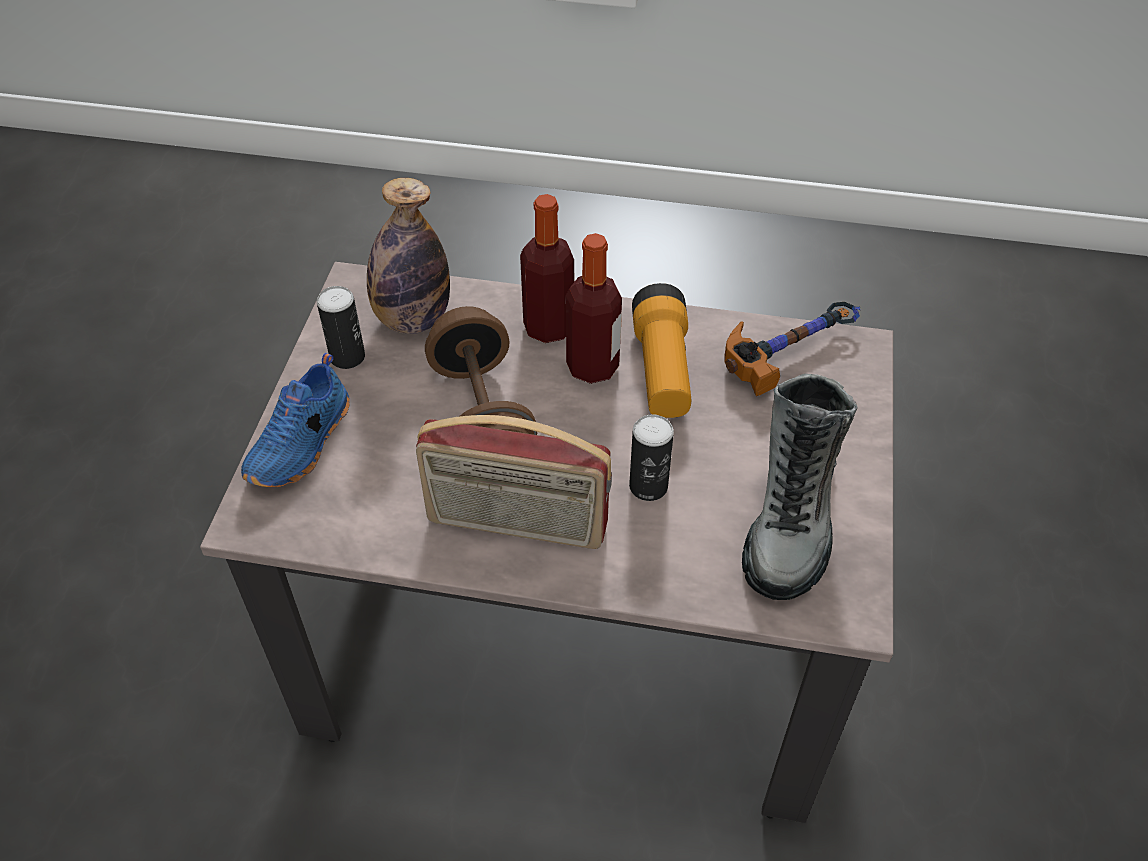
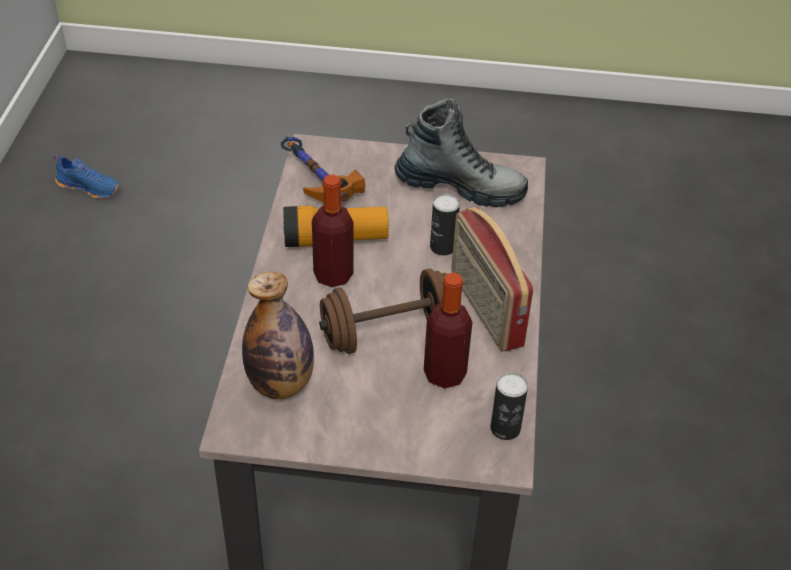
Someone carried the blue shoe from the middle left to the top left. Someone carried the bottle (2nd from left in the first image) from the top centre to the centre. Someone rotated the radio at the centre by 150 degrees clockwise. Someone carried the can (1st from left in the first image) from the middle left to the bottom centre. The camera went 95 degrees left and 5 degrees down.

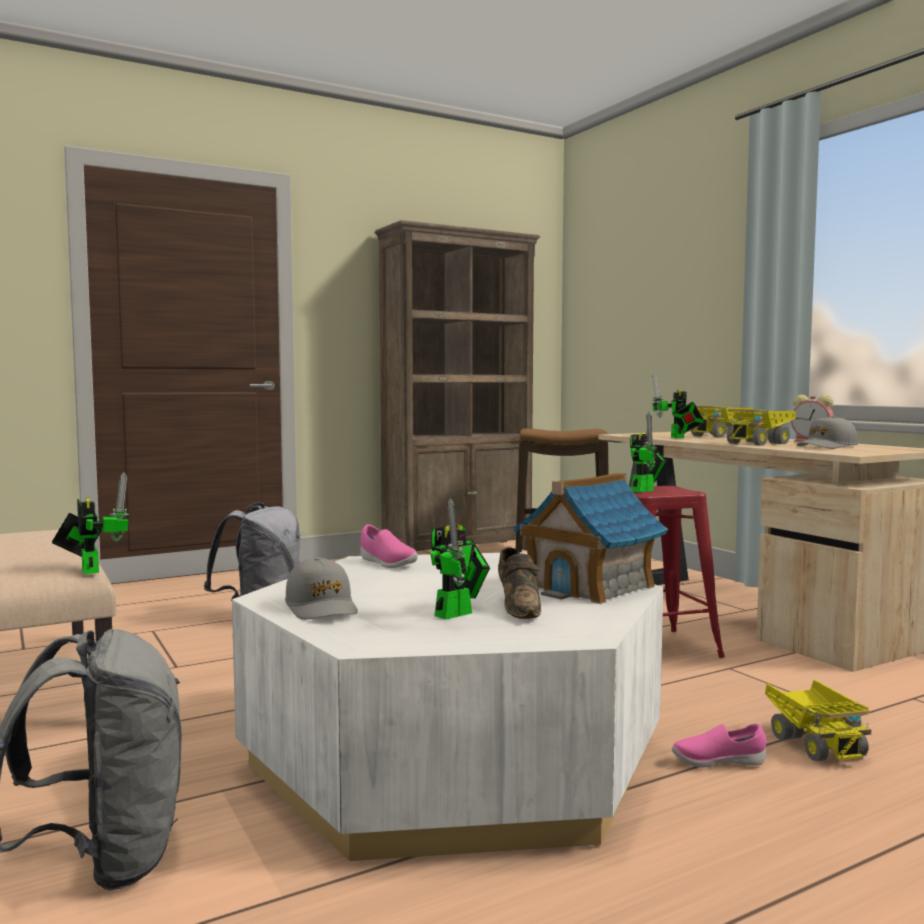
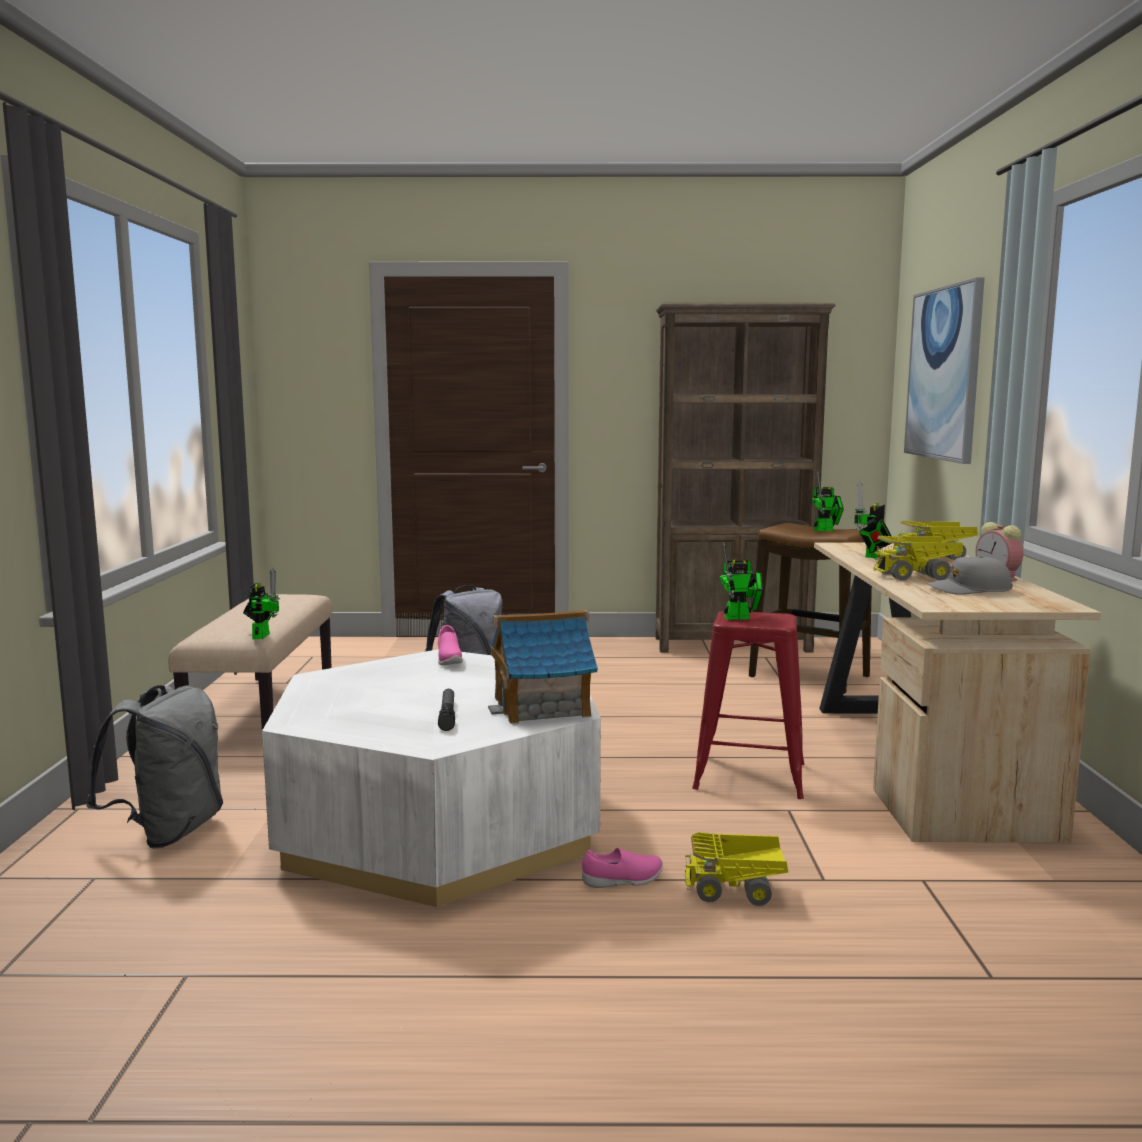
Someone swapped the brown shoe at the centre for the flashlight at the centre. Someone rotated the pink shoe (2nd from left) at the bottom right by 135 degrees clockwise. Someone rotated the toy truck (3rd from left in the first image) at the bottom right by 75 degrees clockwise. Someone carried the toy robot (2nd from left in the first image) from the centre to the middle right. Someone put up the picture at the top right. Someone took away the grey cap (1st from left) at the centre. The camera went 30 degrees right and 5 degrees up.

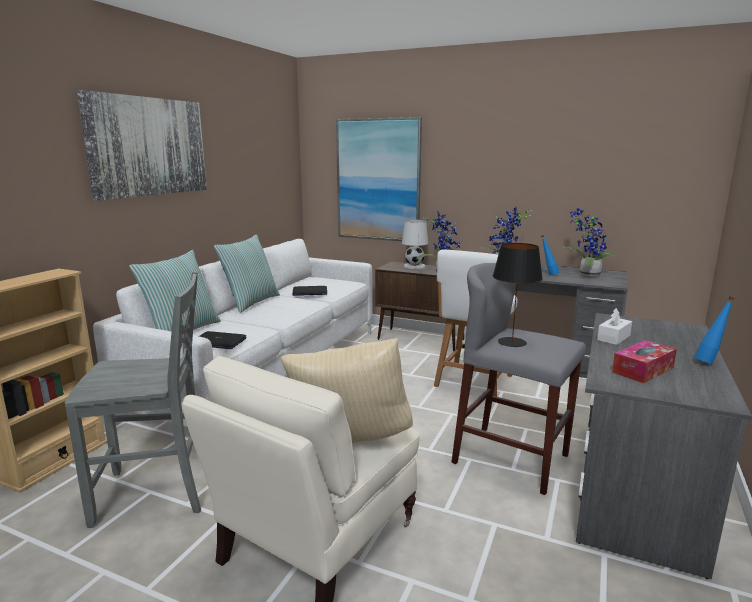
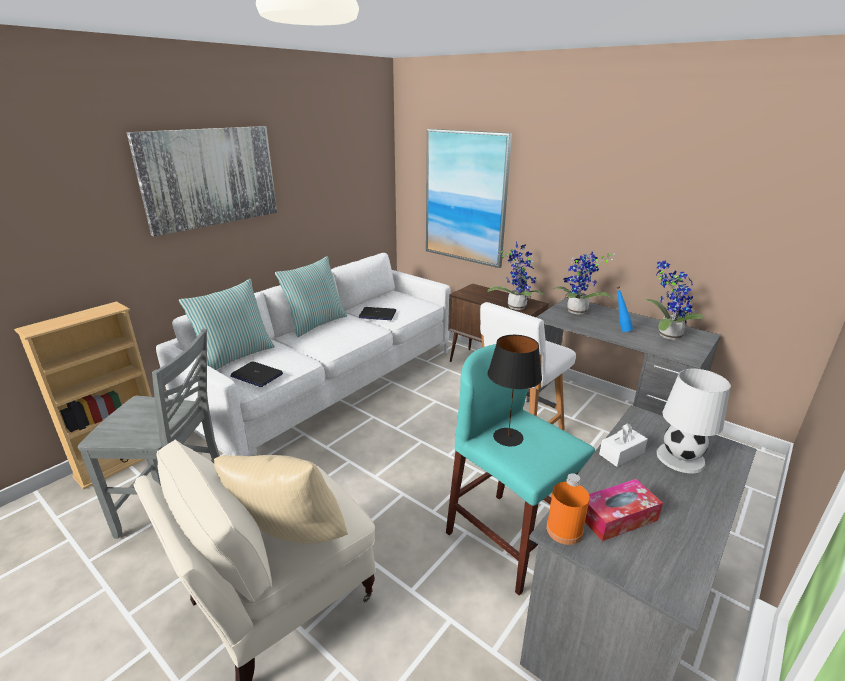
Someone repainted the grey stool at the middle right, which became the turquoise stool at the bottom centre. Someone put down the orange bottle at the bottom right. Someone carried the white table lamp from the centre to the middle right. Someone took away the blue bottle (2nd from left) at the middle right. The camera went 15 degrees right and 10 degrees up.

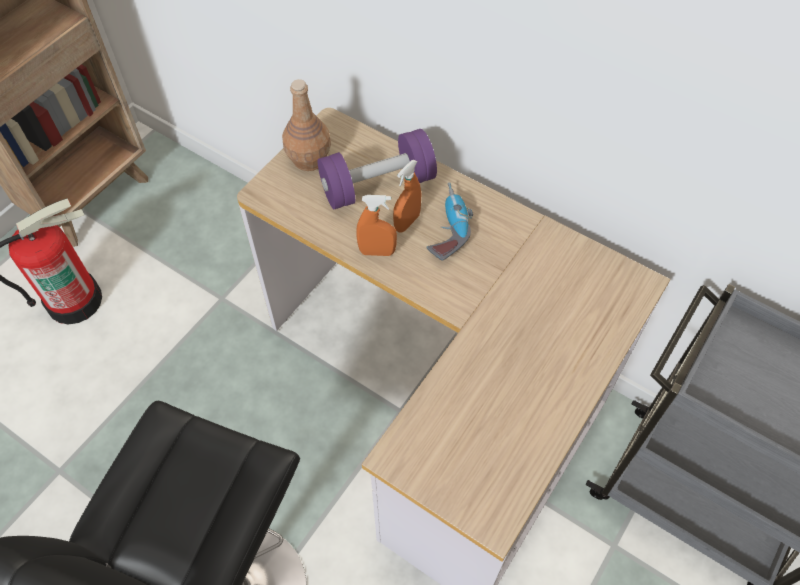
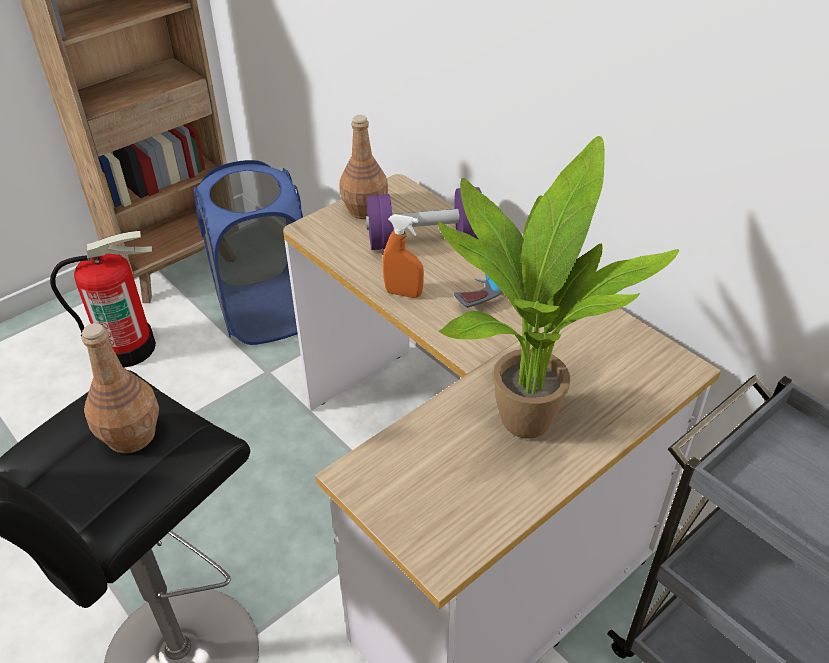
Someone put down the brown bottle (1st from left) at the middle left. Someone put down the blue laundry basket at the middle left. Someone put down the potted plant at the middle right. Someone took away the orange spray bottle (2nd from left) at the centre. The camera went 15 degrees right and 15 degrees down.

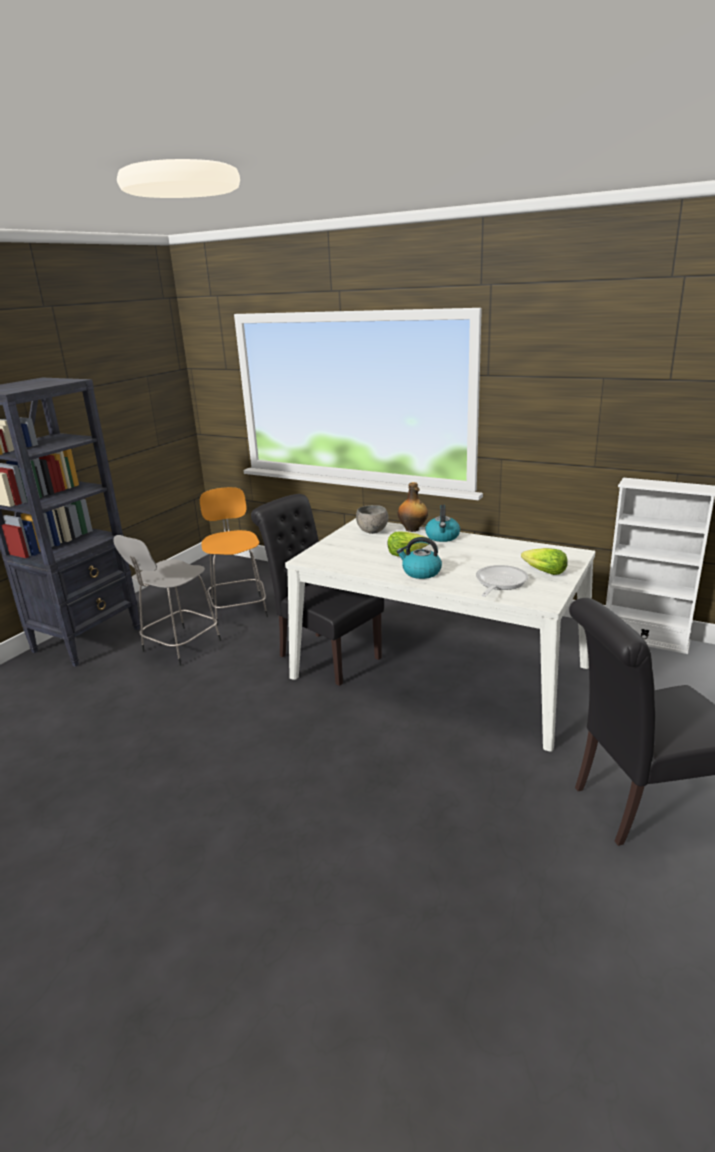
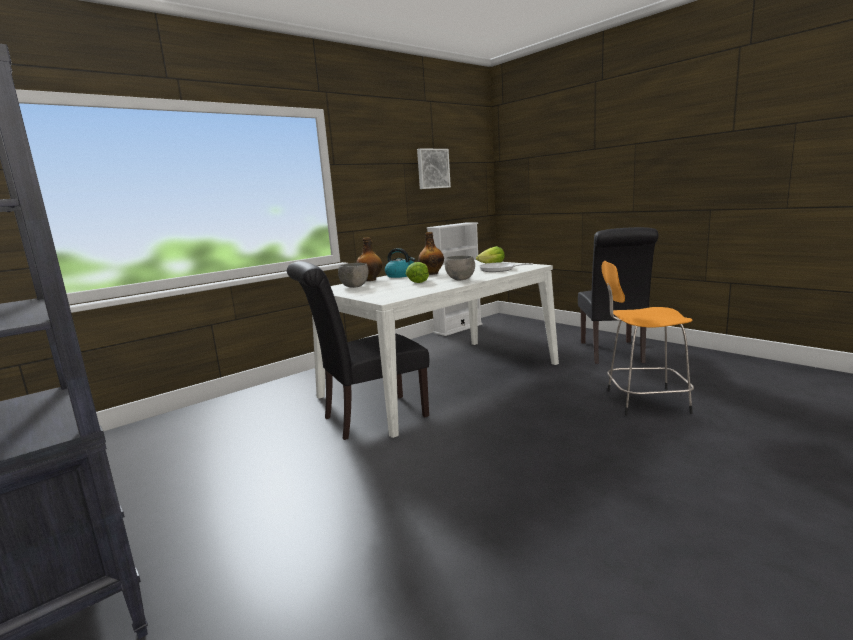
Someone put up the picture at the top centre. Someone put down the bottle (2nd from left) at the centre. Someone swapped the kettle (1st from left) at the centre for the grey bowl (2nd from left) at the centre. Someone carried the orange stool from the middle left to the middle right. Someone took away the grey stool at the middle left. The camera went 70 degrees left and 10 degrees down.

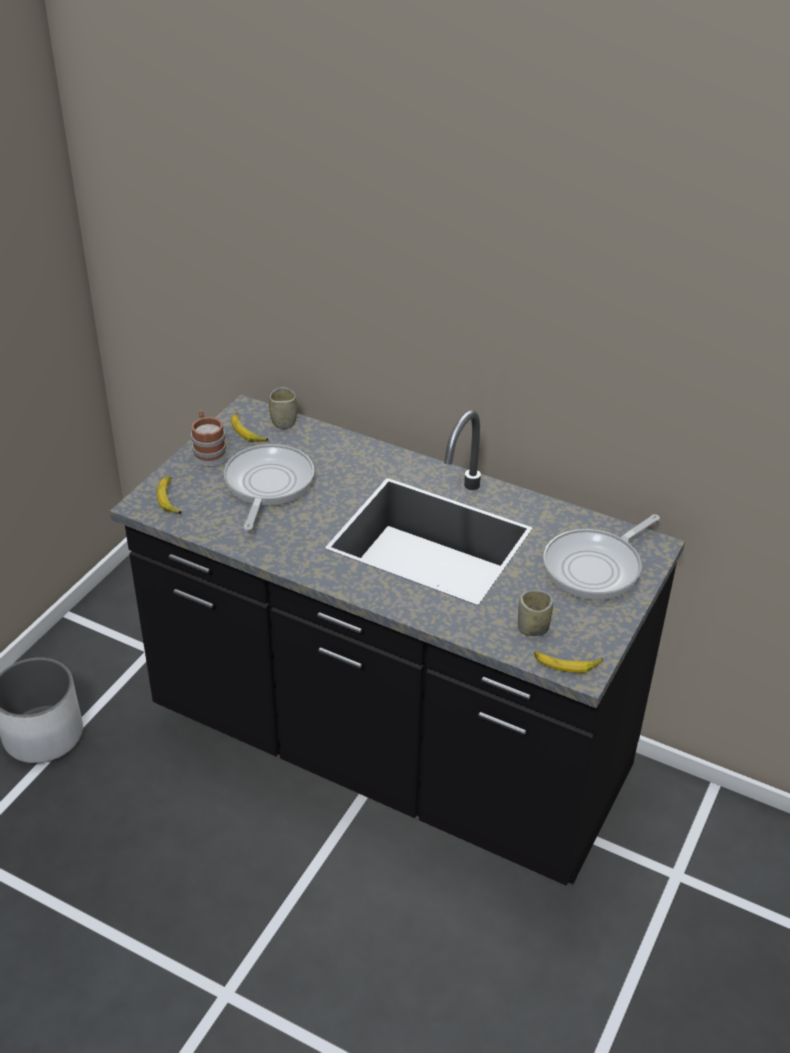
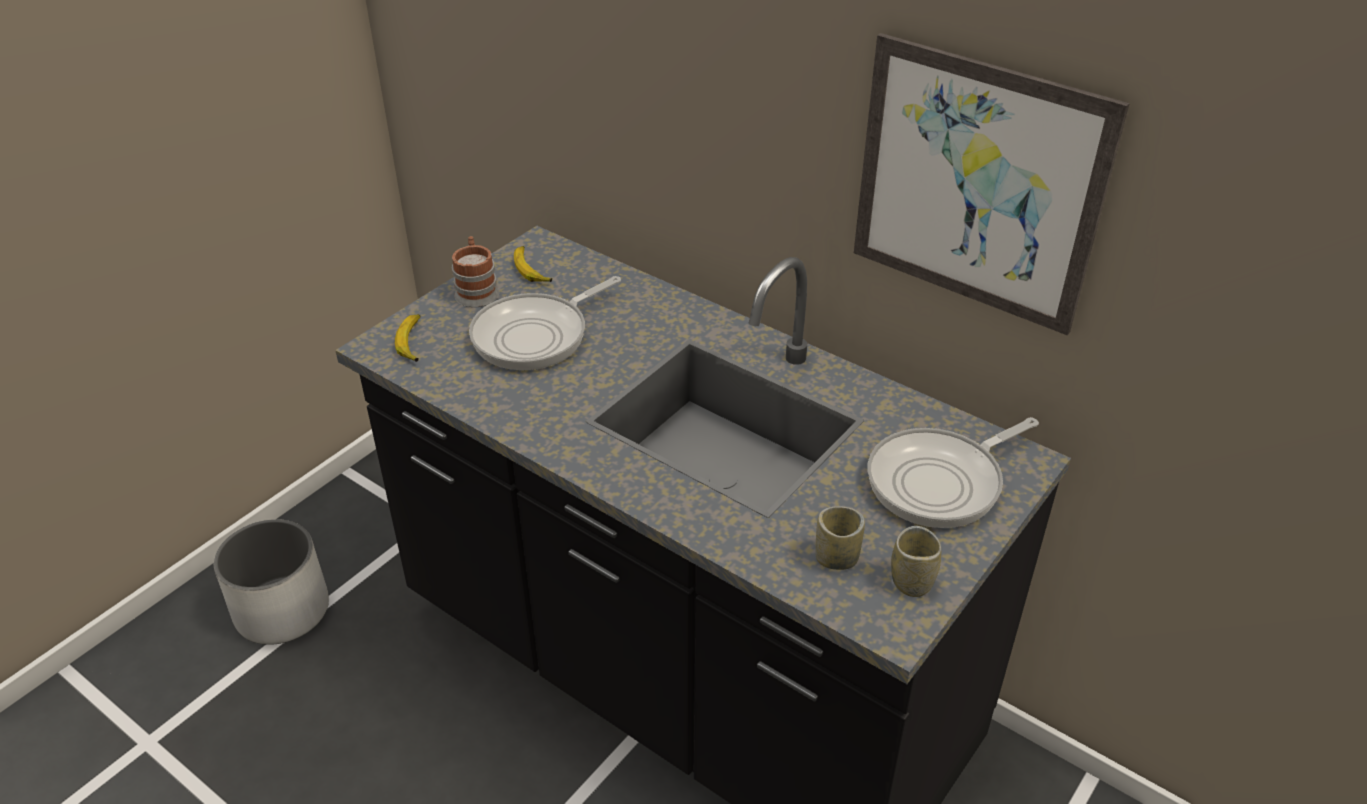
Someone rotated the frying pan (1st from left) at the centre by 150 degrees counterclockwise. Someone put up the picture at the top right. Someone carried the cup (1st from left in the first image) from the centre to the bottom right. Someone took away the banana (3rd from left) at the middle right. The camera went 10 degrees right and 0 degrees up.

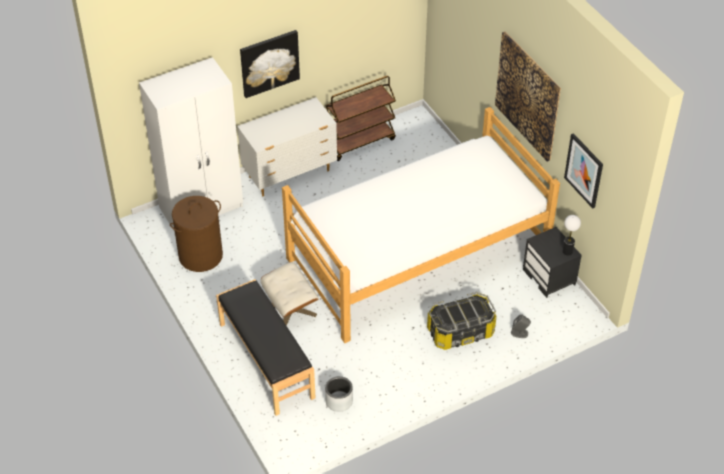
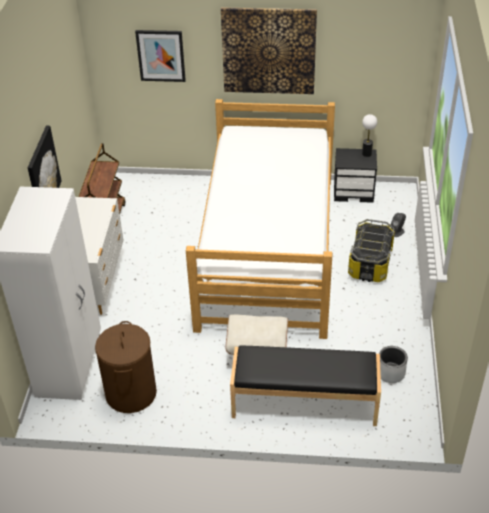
Someone carried the picture (3rd from left in the first image) from the middle right to the top left. The camera went 55 degrees left and 5 degrees down.

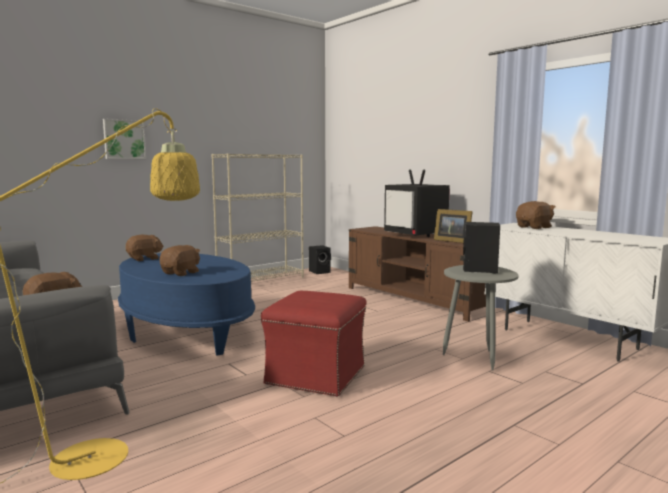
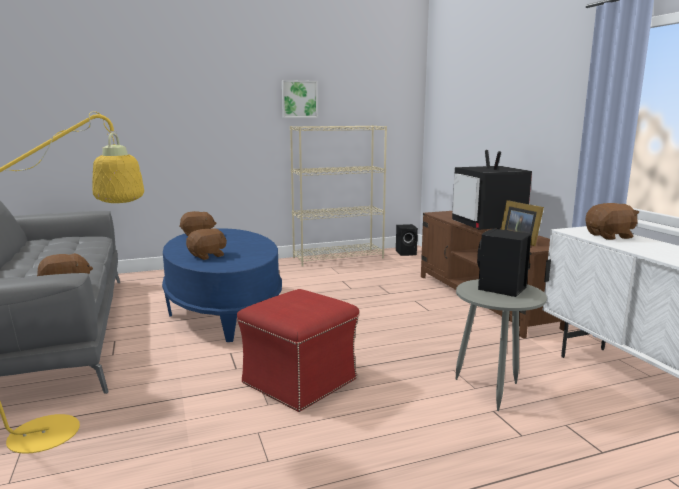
Someone carried the picture from the top left to the top centre. The camera went 20 degrees right and 5 degrees up.

